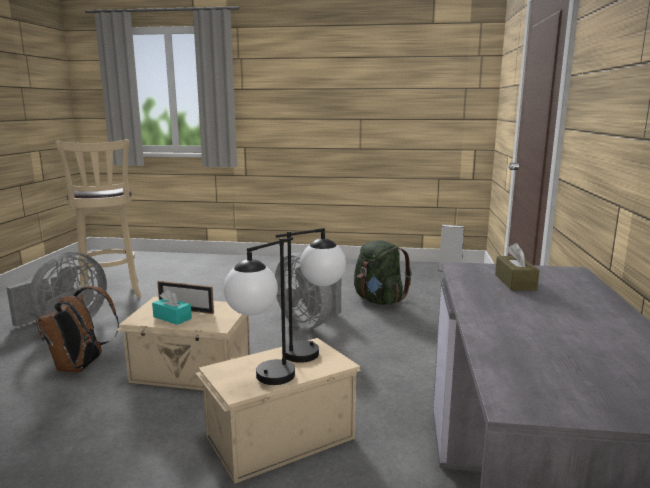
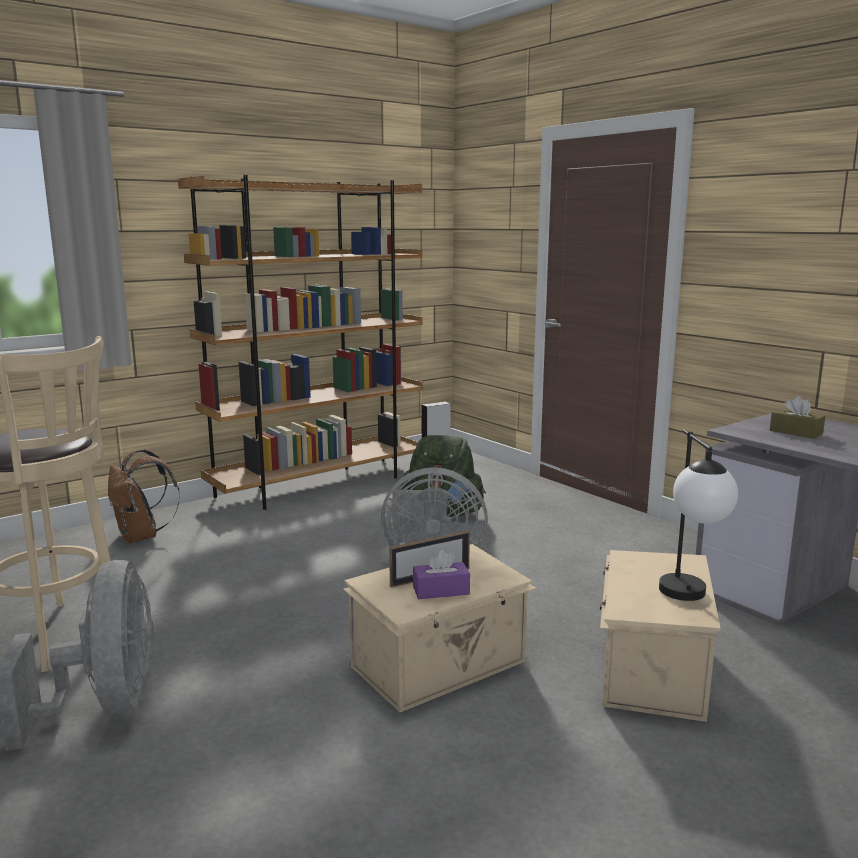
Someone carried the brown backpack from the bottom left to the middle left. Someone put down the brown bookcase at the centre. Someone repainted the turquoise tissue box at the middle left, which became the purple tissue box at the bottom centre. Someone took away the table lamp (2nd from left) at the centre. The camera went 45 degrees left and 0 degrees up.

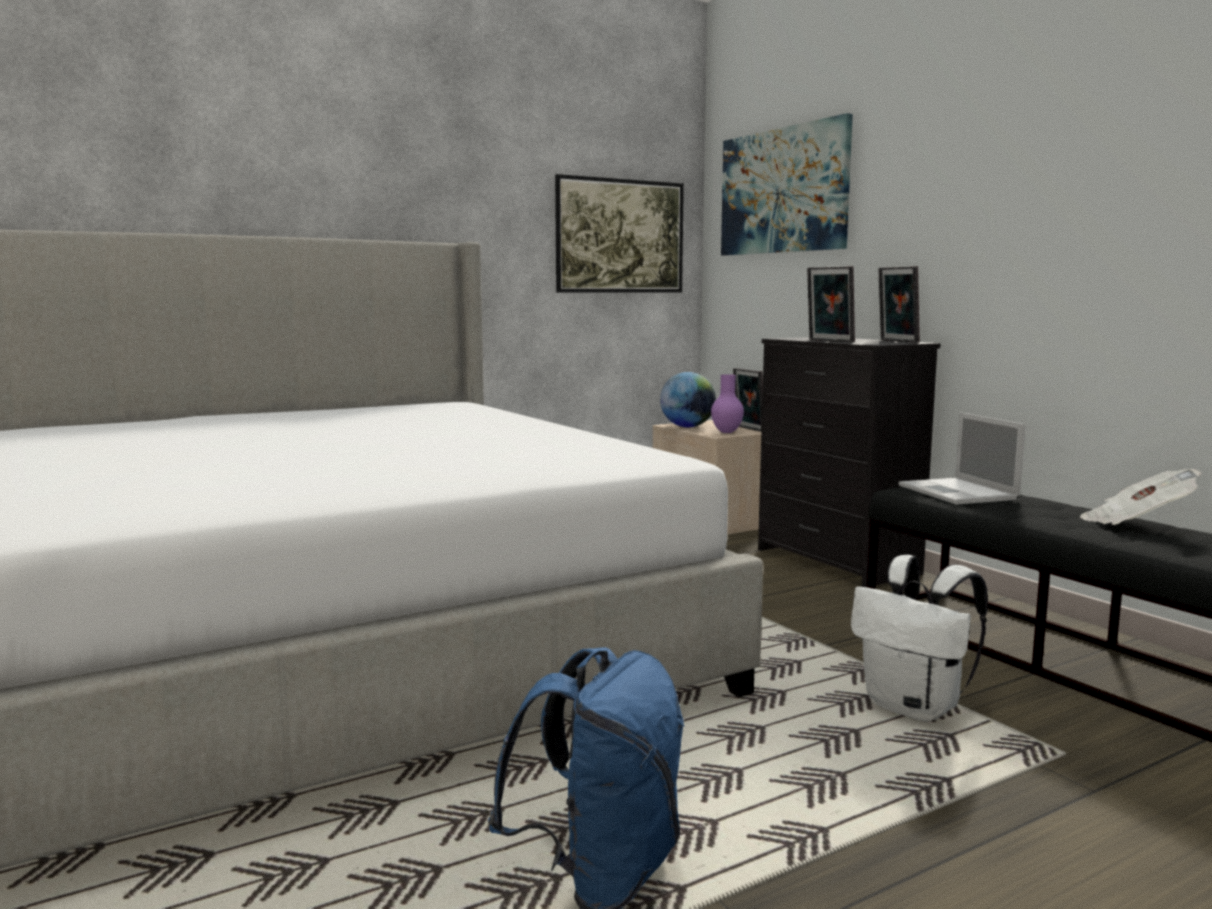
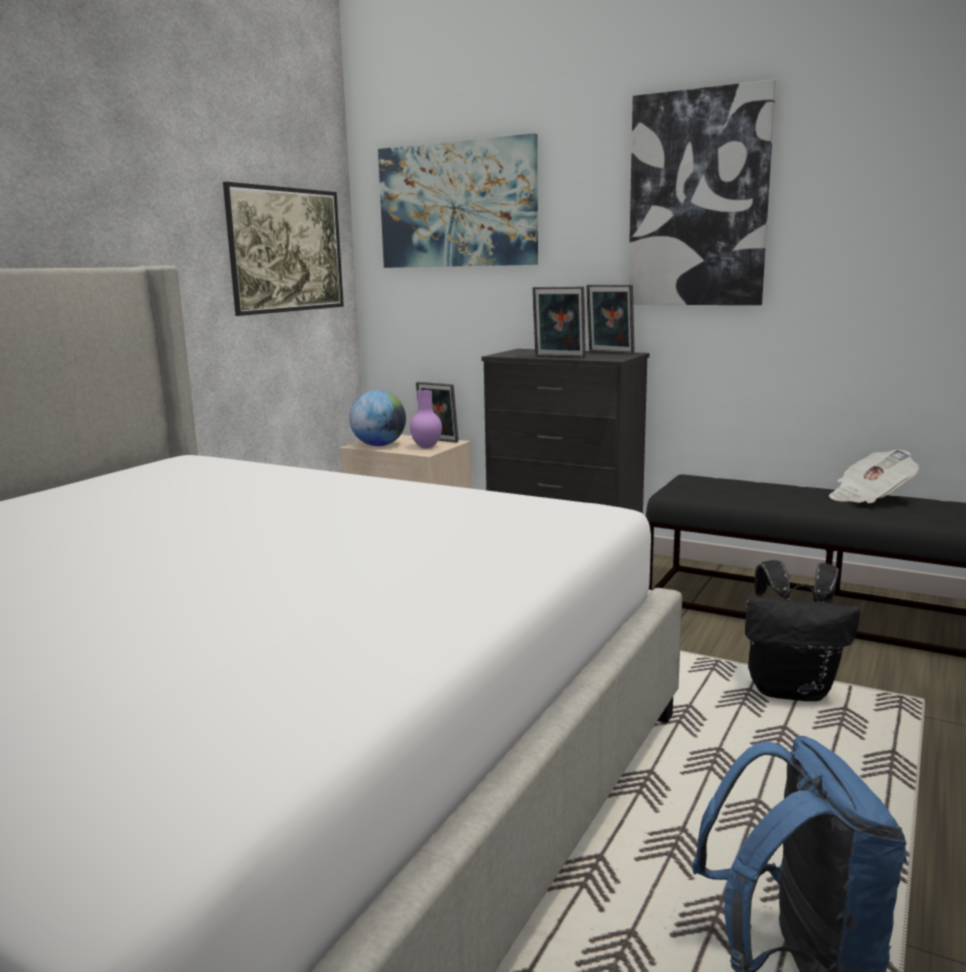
Someone put up the picture (3rd from left) at the top right. Someone repainted the white backpack at the bottom right, which became the black backpack at the middle right. Someone took away the laptop at the middle right. The camera went 30 degrees left and 5 degrees up.

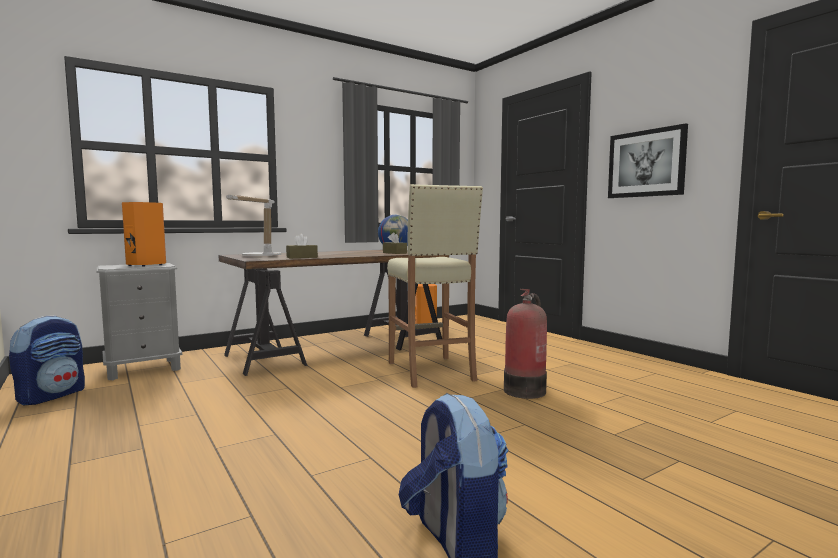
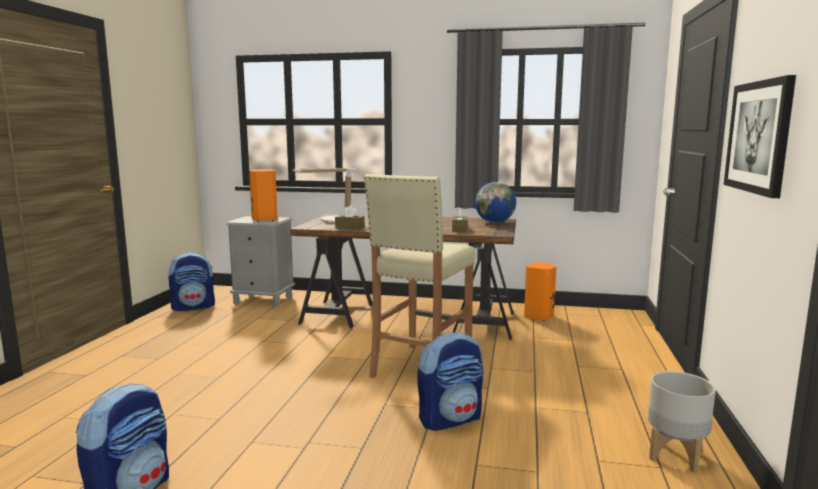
Someone swapped the fire extinguisher at the centre for the backpack (3rd from left) at the bottom centre. Someone put down the grey planter at the bottom right. The camera went 45 degrees right and 5 degrees up.

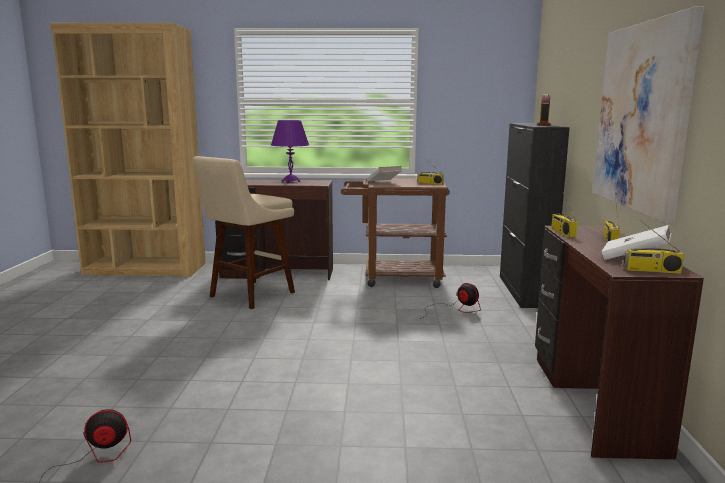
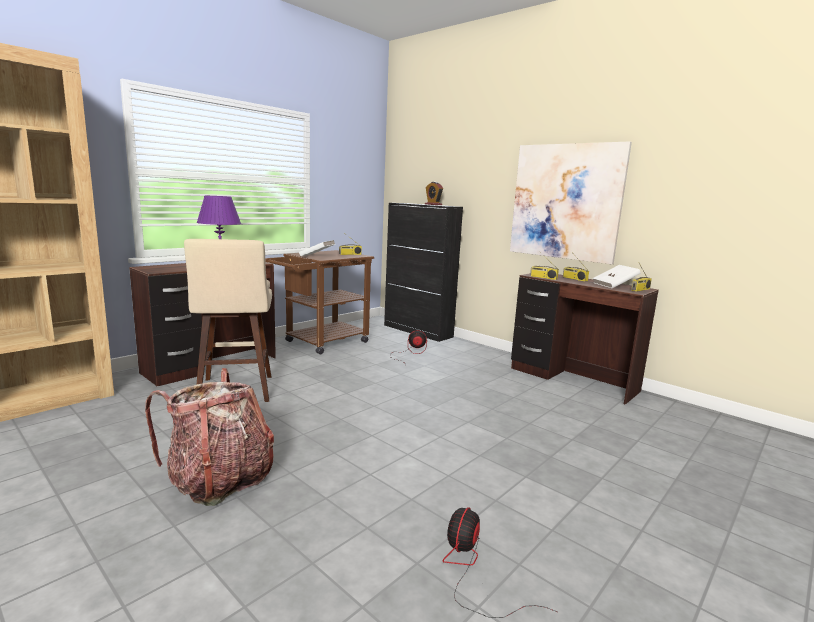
Someone put down the backpack at the bottom left. The camera went 50 degrees left and 0 degrees up.

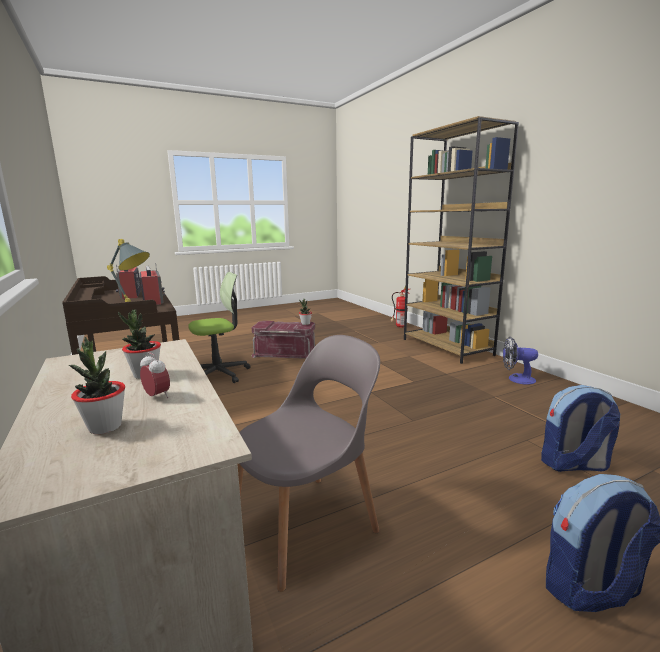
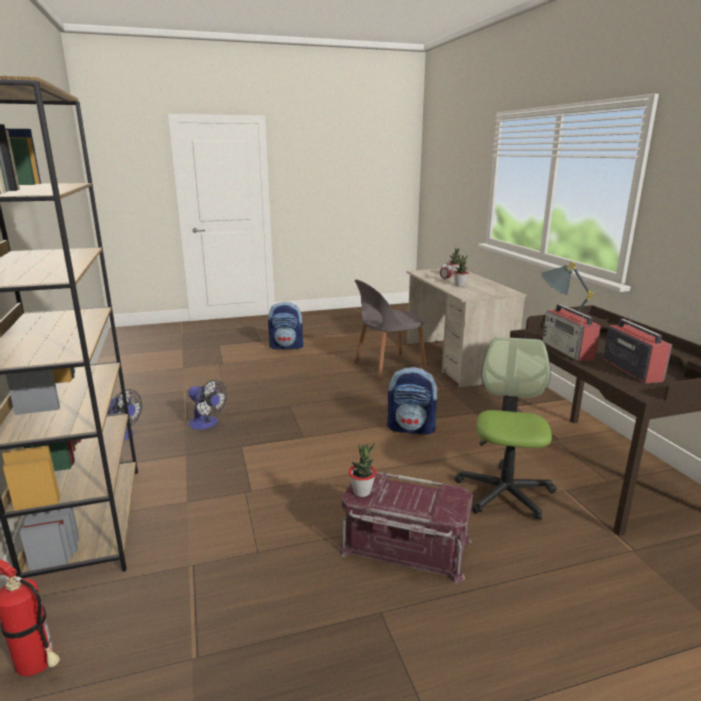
Someone put down the fan (2nd from left) at the middle left. Someone carried the backpack (1st from left in the first image) from the middle right to the centre. Someone rotated the office chair at the middle left by 120 degrees clockwise. The camera went 170 degrees left and 5 degrees up.

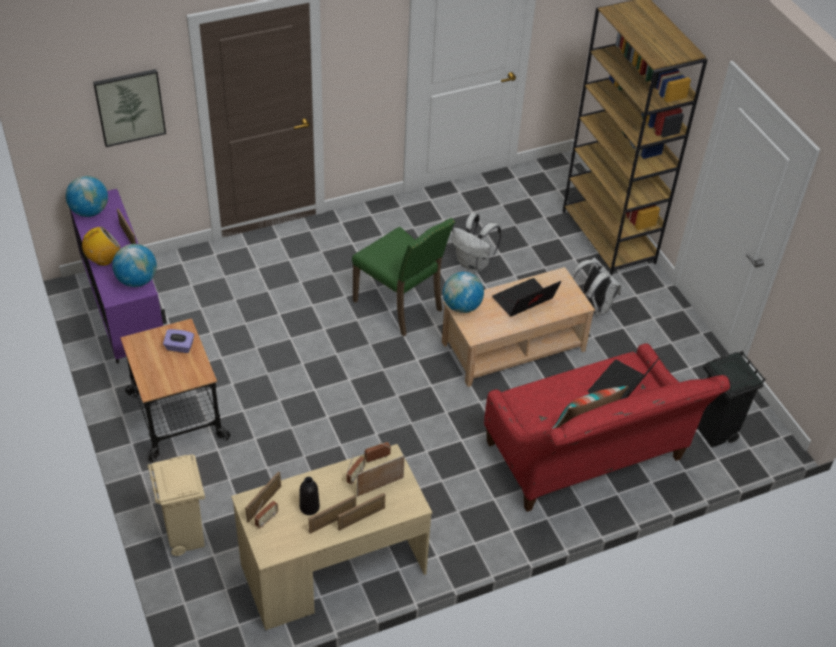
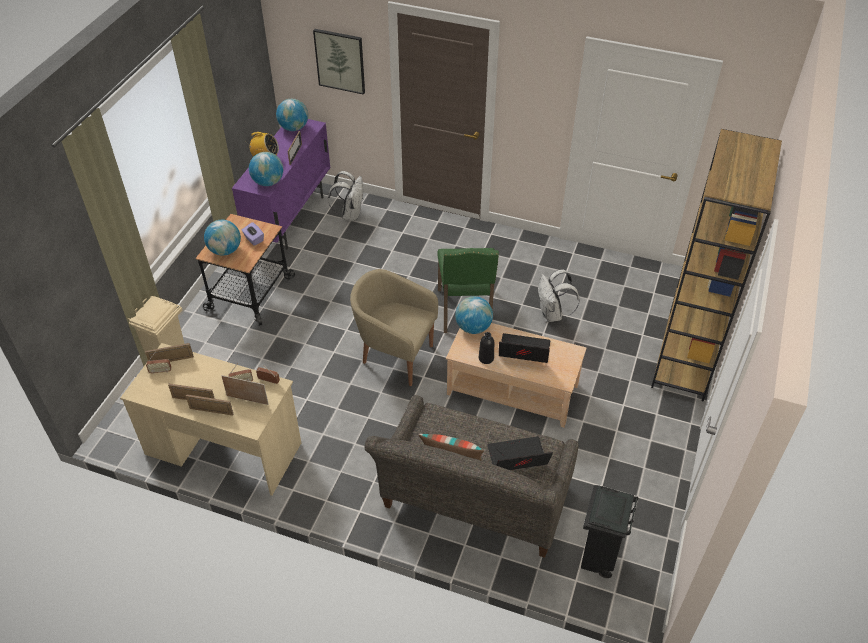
Someone put down the globe (1st from left) at the middle left. Someone carried the white backpack (2nd from left in the first image) from the middle right to the top centre. Someone put down the beige armchair at the centre. Someone repainted the red sofa at the middle right, which became the grey sofa at the bottom centre. Someone carried the black bottle from the bottom centre to the centre. The camera went 45 degrees right and 0 degrees up.

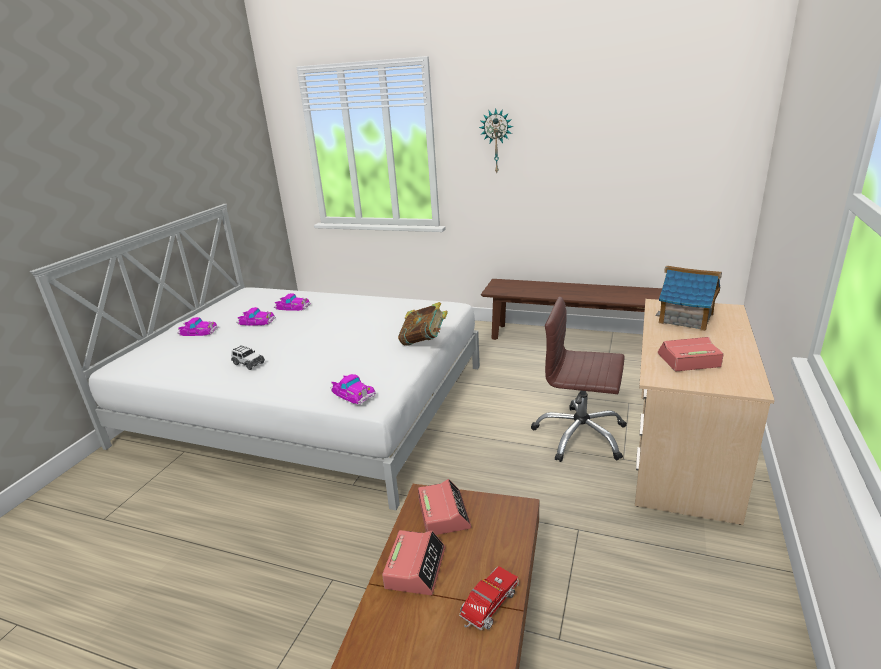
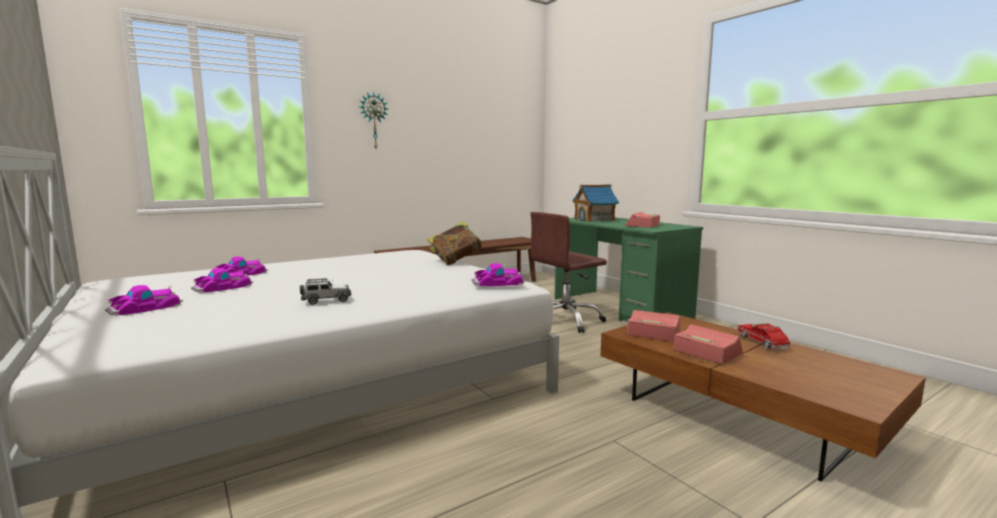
Someone repainted the beige desk at the middle right, which became the green desk at the centre. The camera went 55 degrees left and 15 degrees down.

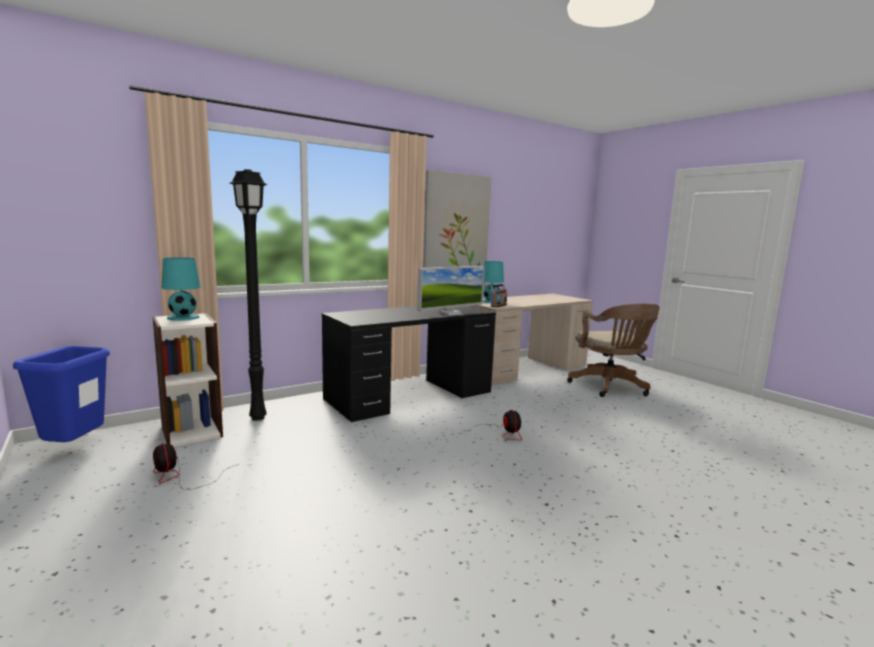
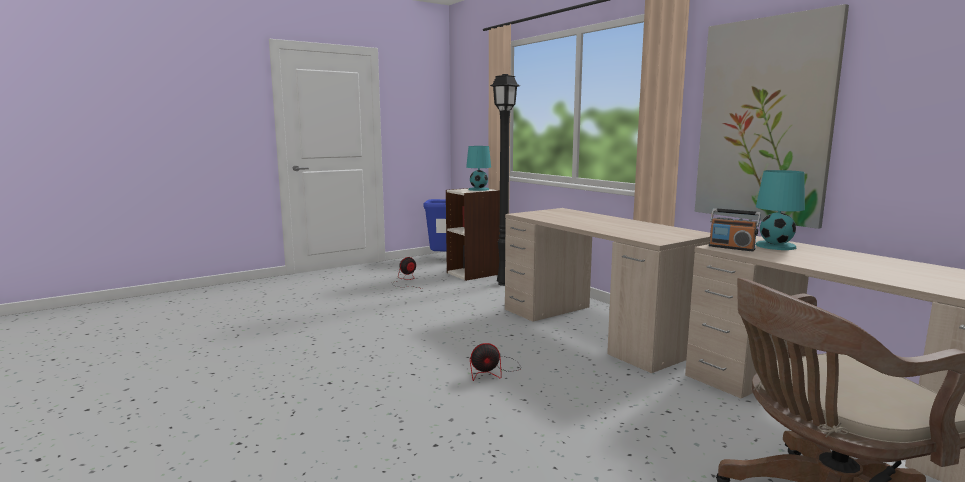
Someone repainted the black desk at the centre, which became the beige desk (1st from left) at the centre. Someone took away the monitor at the centre. The camera went 90 degrees right and 0 degrees up.

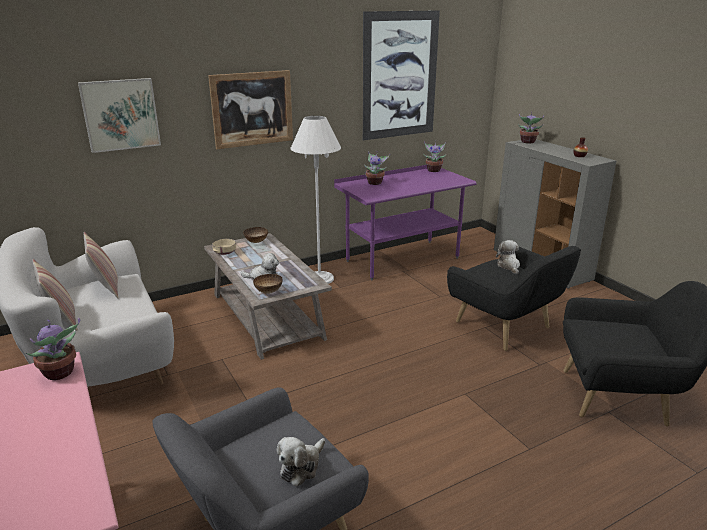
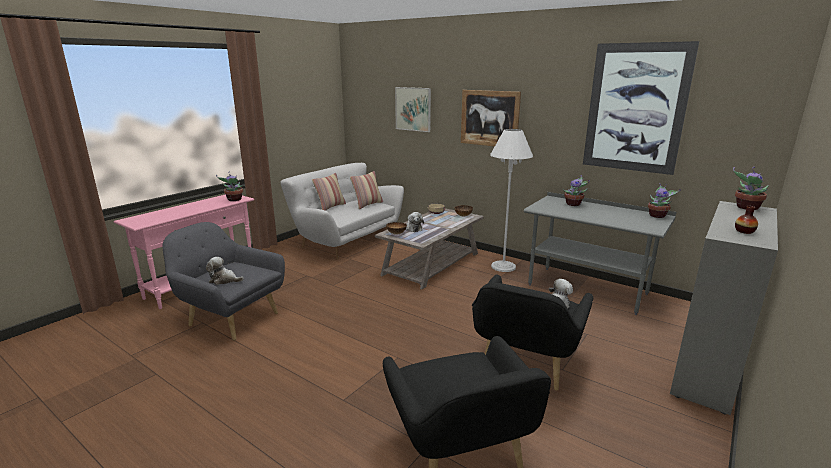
Someone repainted the purple desk at the centre, which became the grey desk at the middle right. The camera went 65 degrees right and 5 degrees down.

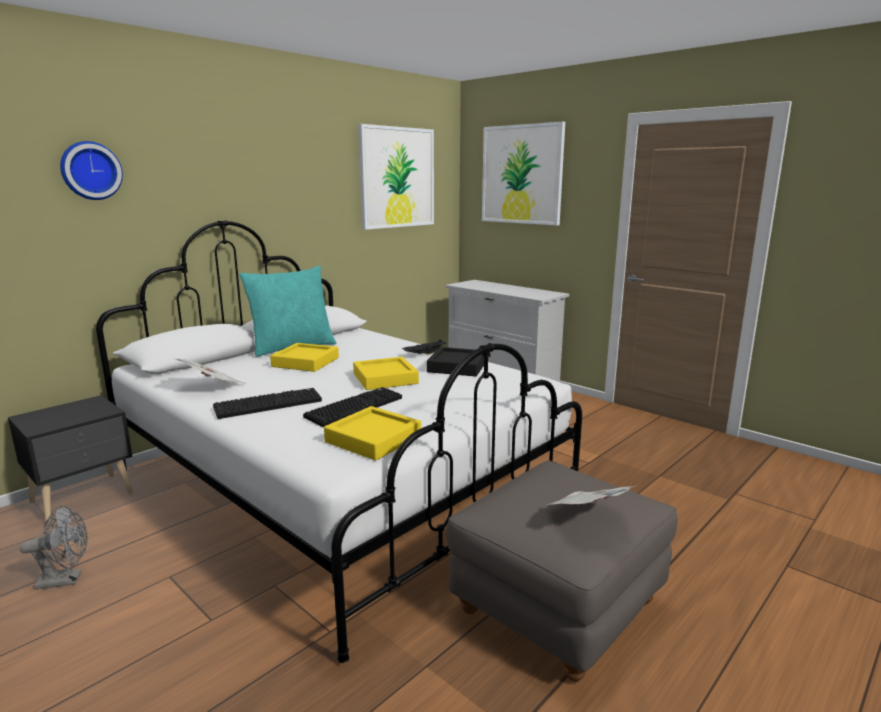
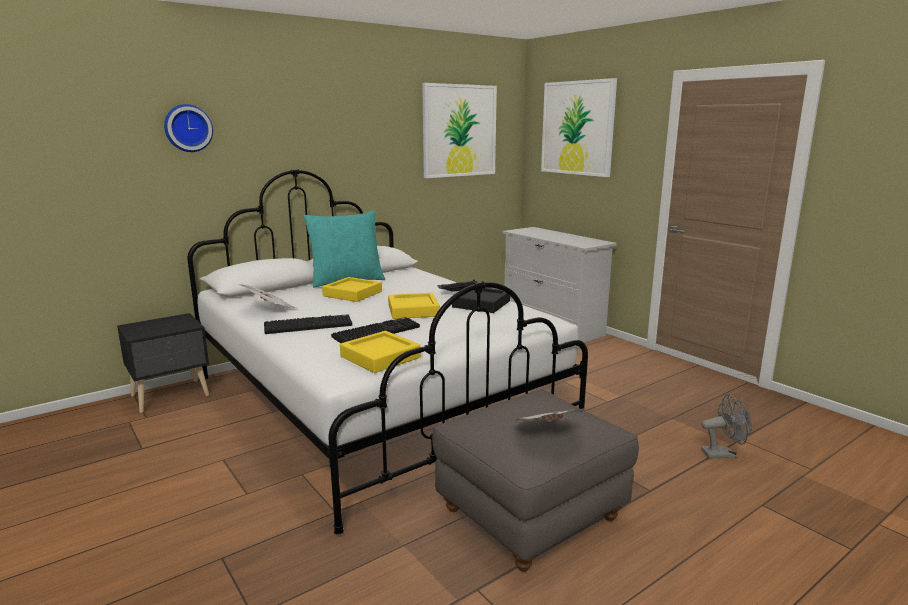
Someone carried the grey fan from the bottom left to the bottom right. The camera went 10 degrees right and 0 degrees up.

